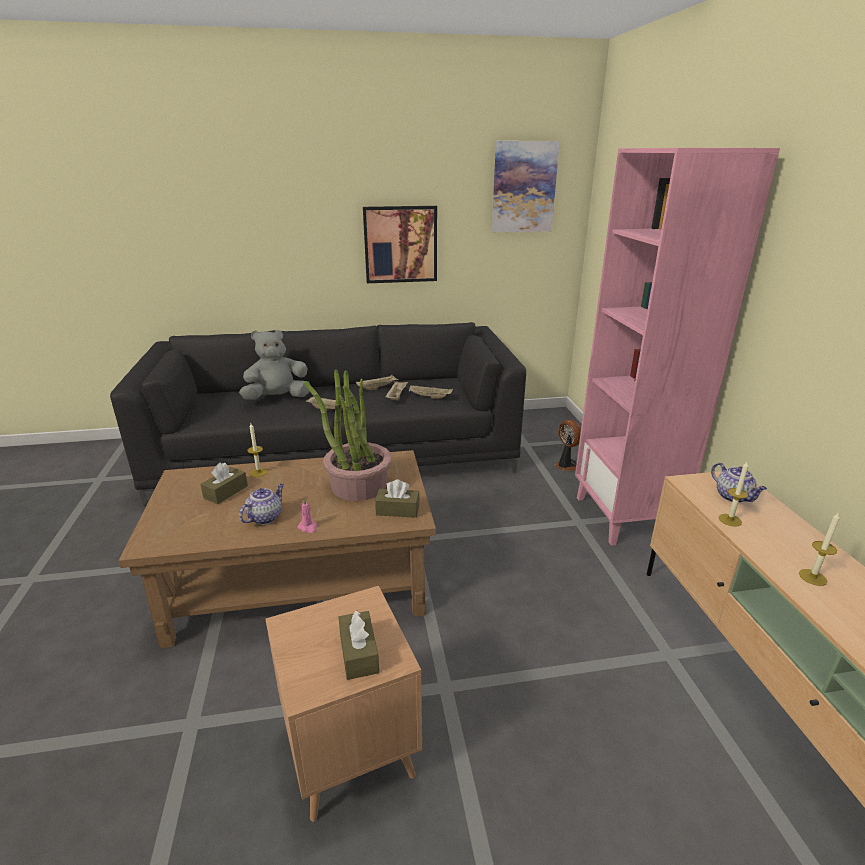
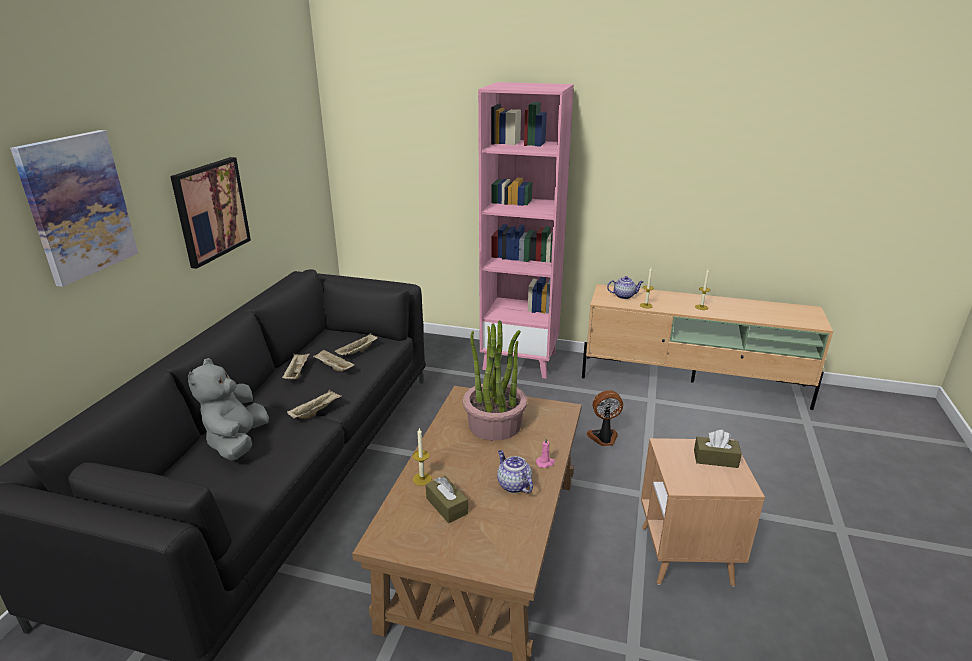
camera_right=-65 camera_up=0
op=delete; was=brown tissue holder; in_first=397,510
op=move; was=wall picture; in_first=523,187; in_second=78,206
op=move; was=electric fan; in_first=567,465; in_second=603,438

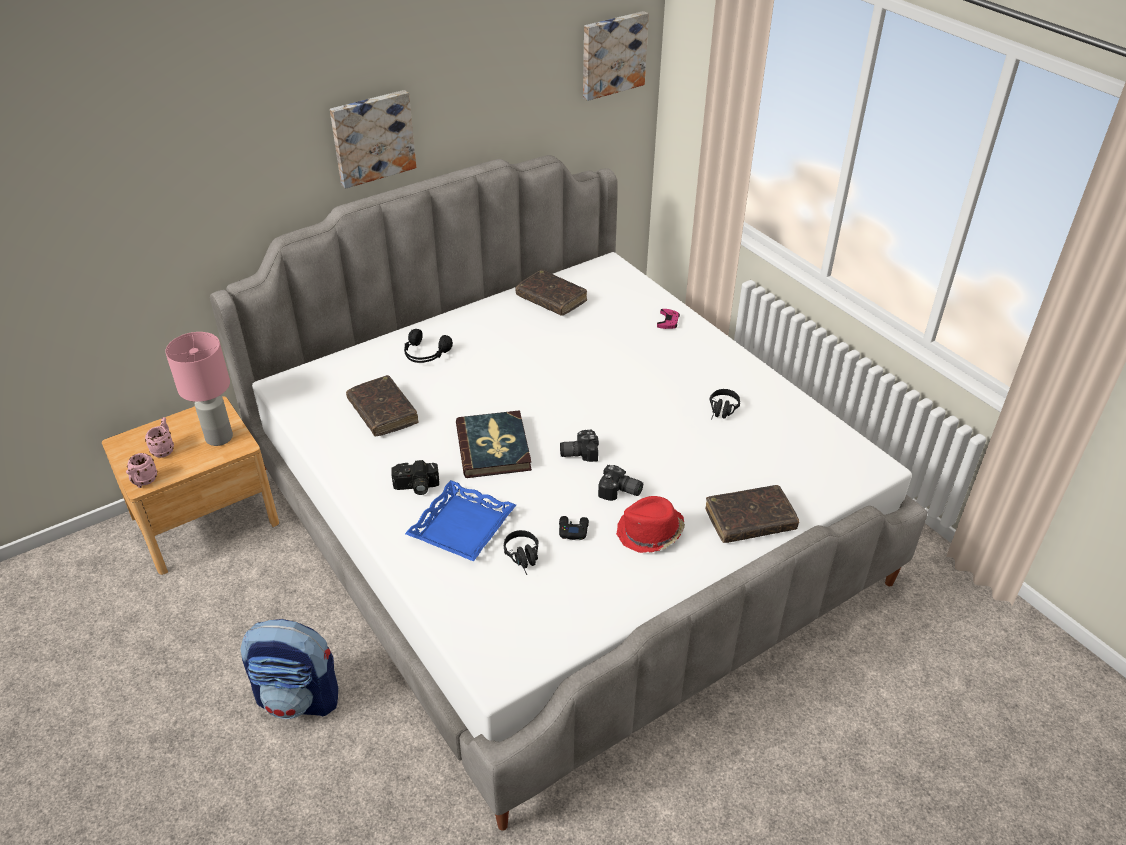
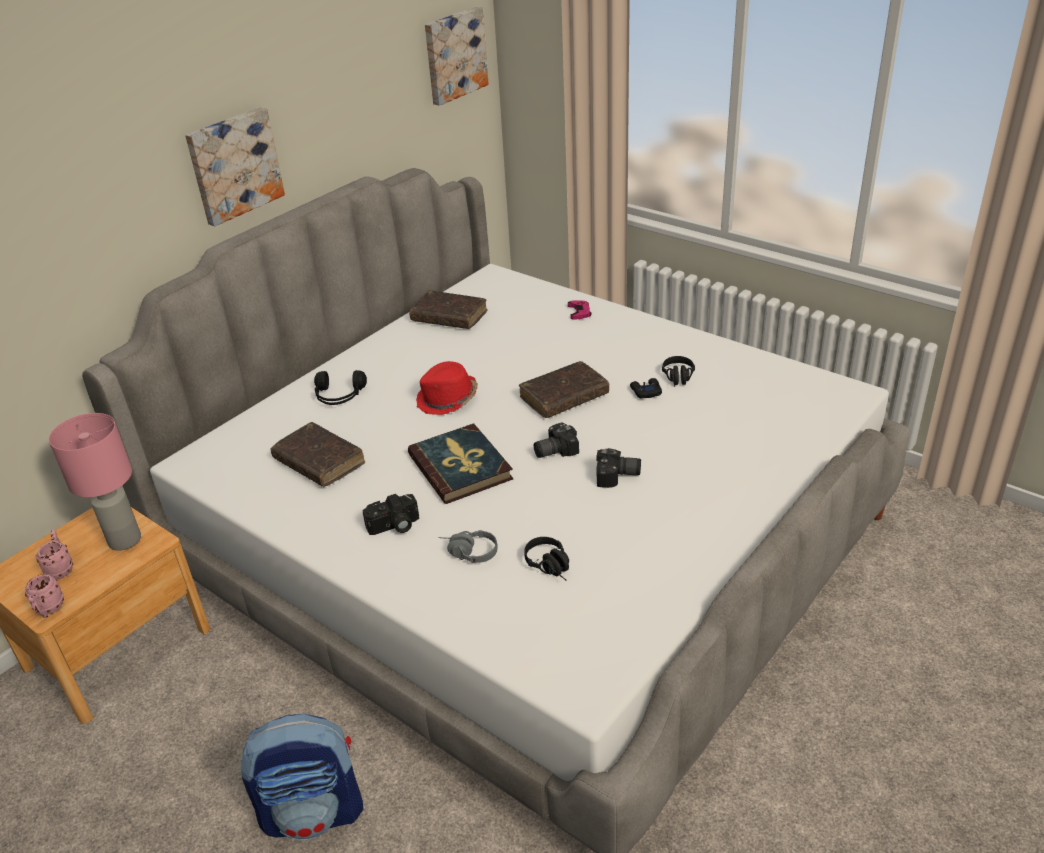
camera_right=-15 camera_up=-5
op=move; was=blackish joypad; in_first=573,530; in_second=645,391
op=move; was=reddish wearable hat; in_first=650,533; in_second=447,400
op=move; was=brown book; in_first=750,521; in_second=564,397
op=replace; was=blue-coloured carrying tray; now=gray pair of headphones; in_first=462,527; in_second=467,553

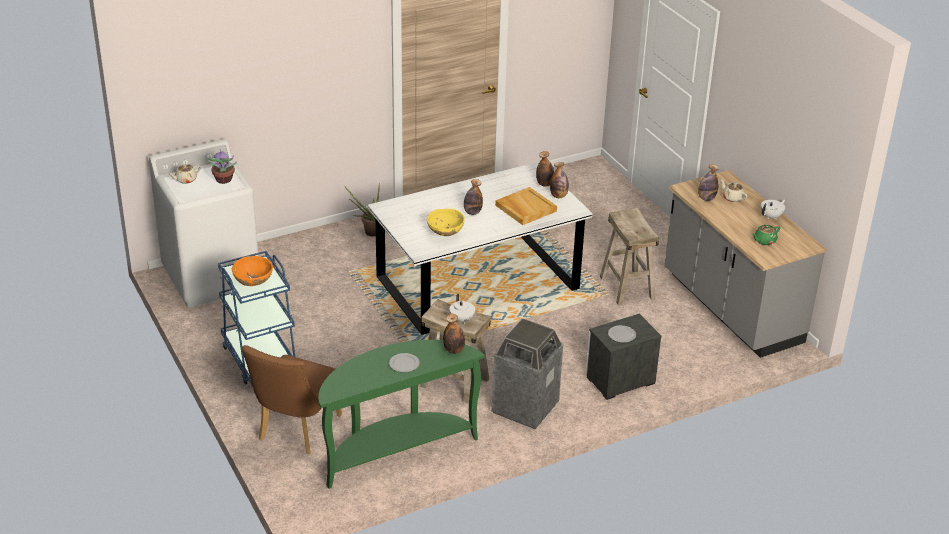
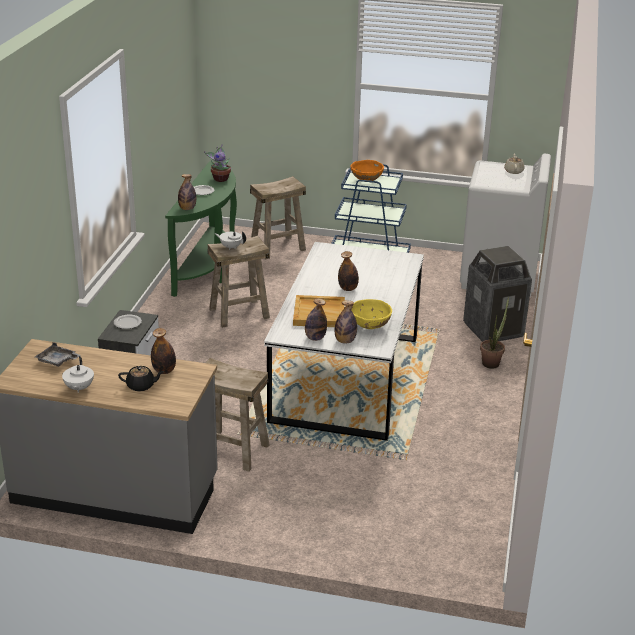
camera_right=130 camera_up=-5
op=move; was=potted plant; in_first=223,180; in_second=220,179
op=move; was=yellowish bowl; in_first=445,233; in_second=370,326
op=move; was=trash can; in_first=524,407; in_second=493,329
op=replace; was=brown upright chair; now=beige stool seat; in_first=296,431; in_second=277,247
op=replace; was=green teapot; now=gray carrying tray; in_first=764,241; in_second=57,361
op=recolor; was=beige teapot; now=blackish teapot; in_first=732,198; in_second=141,386

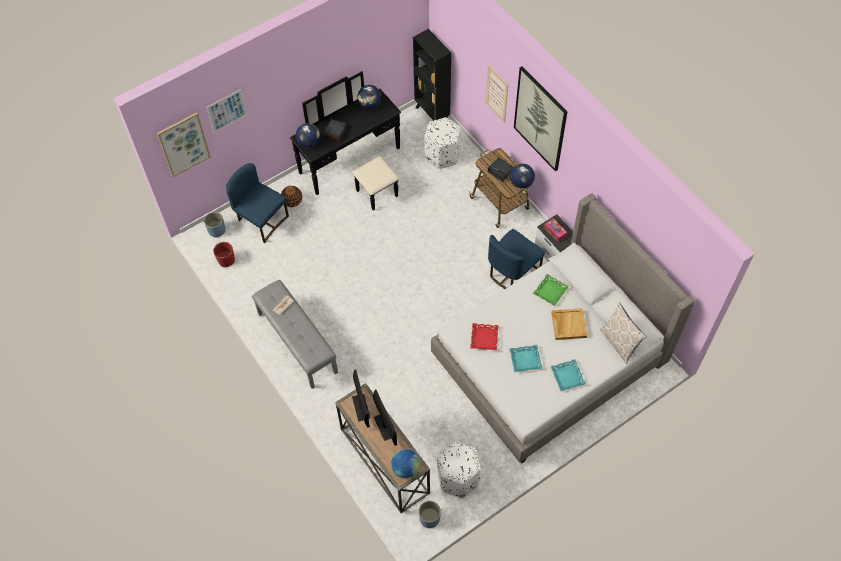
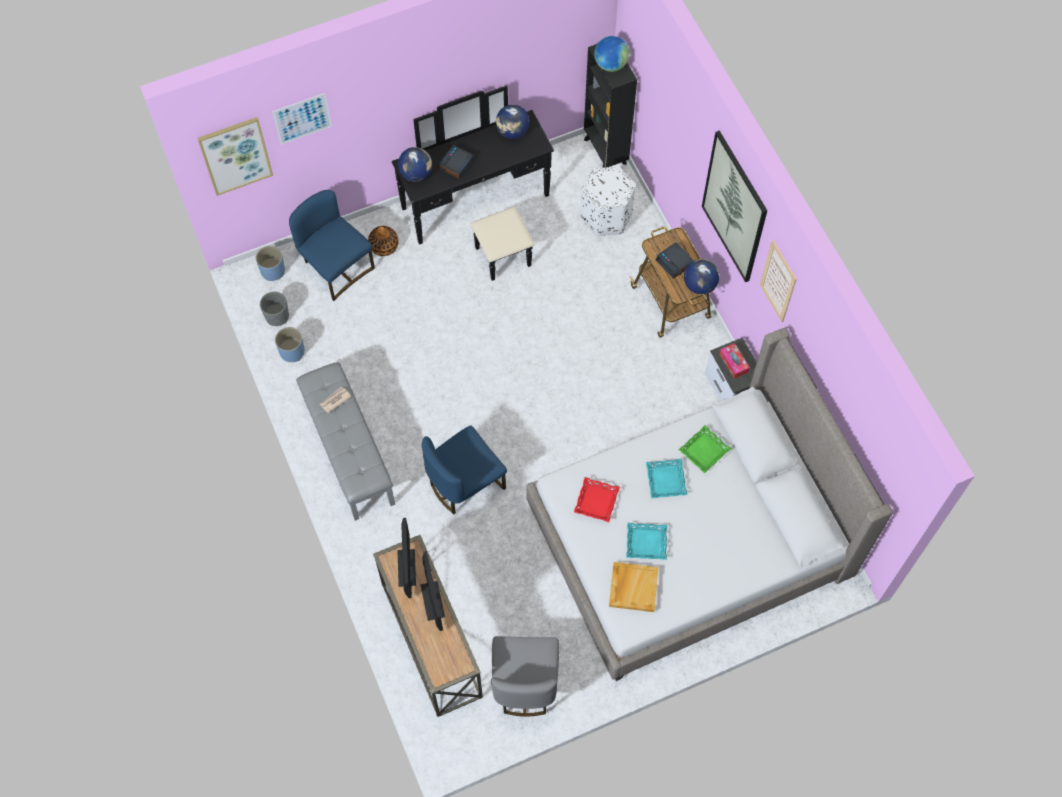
camera_right=10 camera_up=5
op=delete; was=cushion; in_first=619,343
op=move; was=world globe; in_first=405,468; in_second=610,64
op=move; was=blue-coloured flower pot; in_first=429,518; in_second=292,352
op=move; was=wall picture; in_first=497,93; in_second=778,281
op=move; was=blue-coloured upright chair; in_first=512,271; in_second=465,483
op=move; was=turquoise-coloured carrying tray; in_first=567,376; in_second=665,480
op=move; was=beige carrying tray; in_first=568,324; in_second=633,587
op=replace; was=white-coloured ottoman; now=gray upright chair; in_first=457,478; in_second=524,684
op=recolor; was=reddish flower pot; now=gray flower pot; in_first=226,260; in_second=277,316

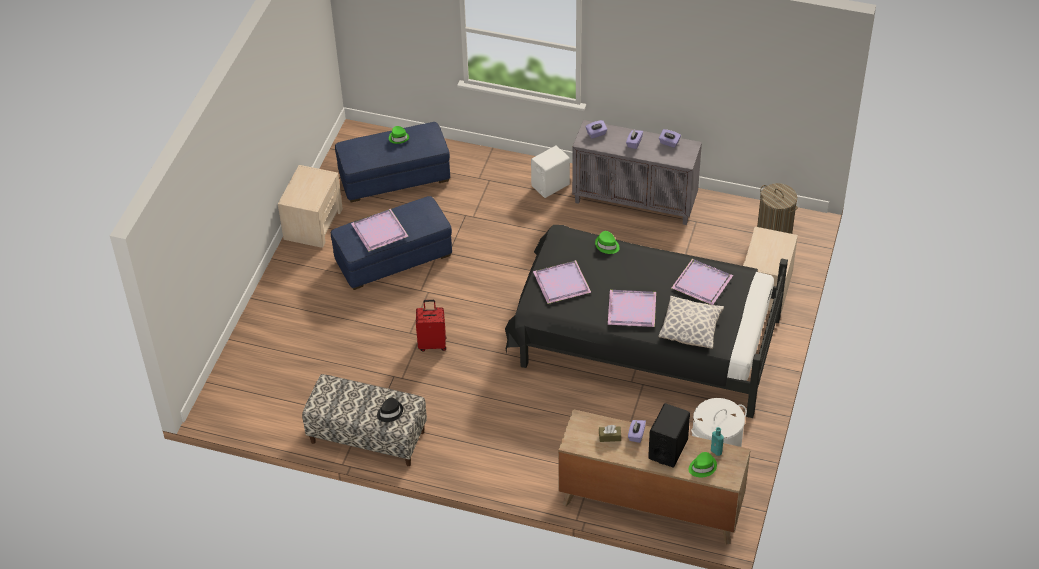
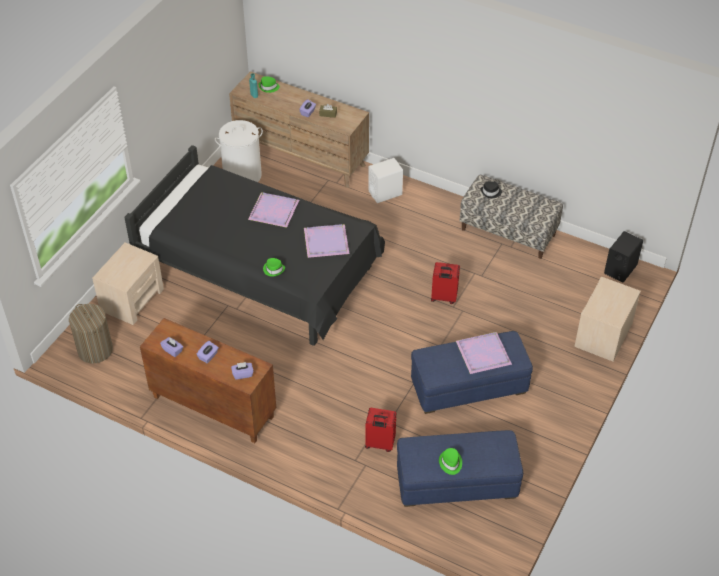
camera_right=-170 camera_up=0
op=delete; was=cushion; in_first=690,329
op=delete; was=purple carrying tray; in_first=701,282
op=insert; now=reddish suitcase; in_second=379,444
op=move; was=beige nightstand; in_first=313,223; in_second=603,335
op=move; was=white-coloured loudspeaker; in_first=550,185; in_second=385,193
op=move; was=blackish loudspeaker; in_first=668,449; in_second=620,269
op=recolor; was=gray cabinet; now=brown cabinet; in_first=635,201; in_second=212,407

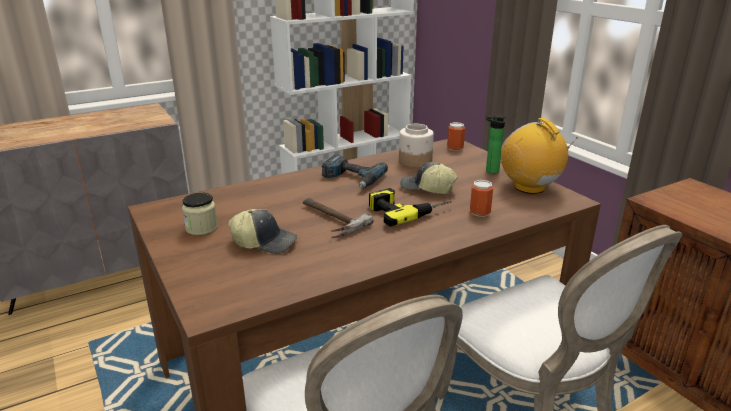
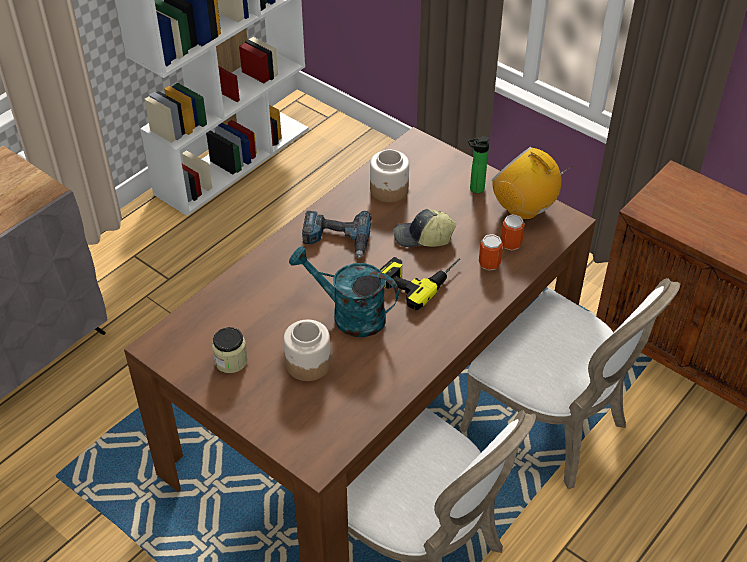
camera_right=-20 camera_up=20
op=move; was=sealed can; in_first=455,148; in_second=511,244
op=replace; was=cap; now=preserve jar; in_first=265,242; in_second=308,363
op=replace; was=hammer; now=turquoise-coloured watering pot; in_first=327,220; in_second=349,315

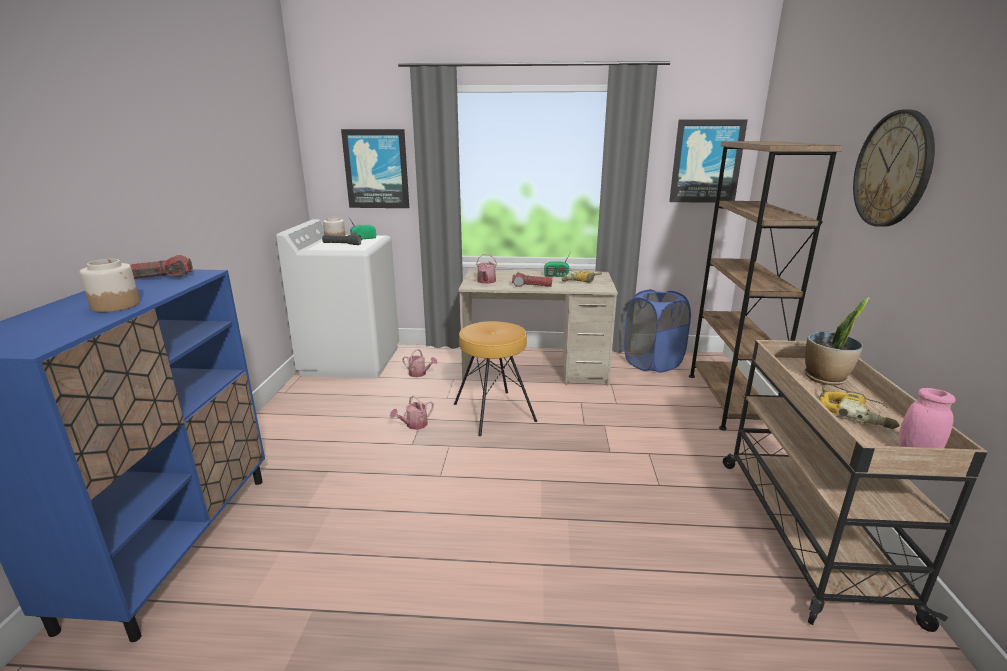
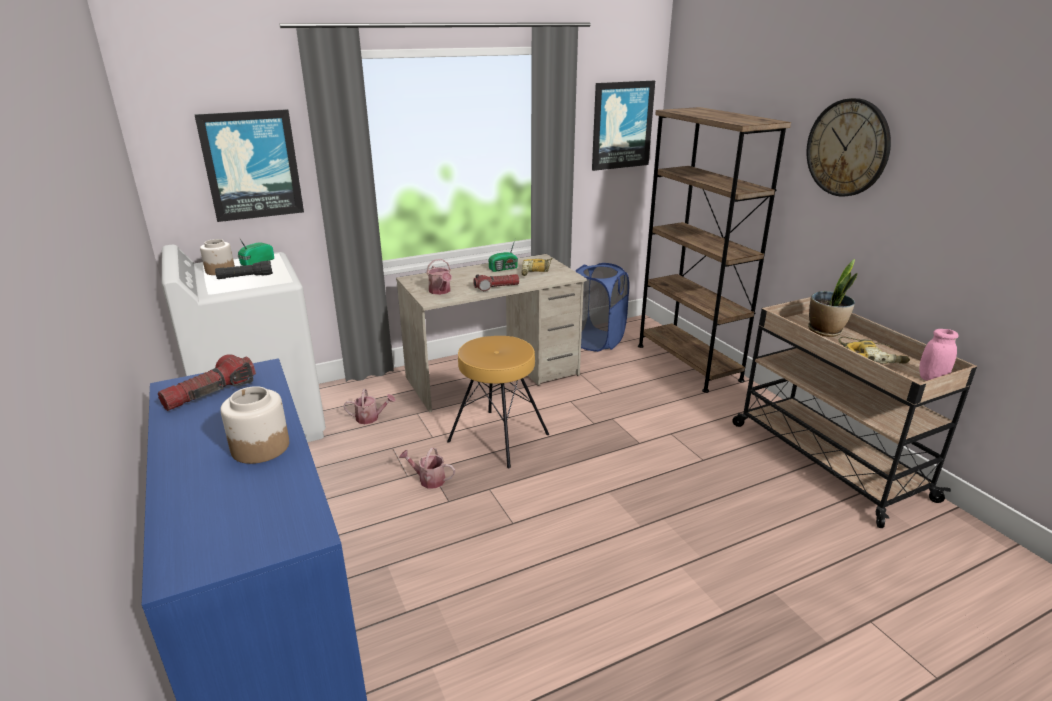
camera_right=-30 camera_up=5
op=rotate; was=watering pot; in_first=414,425; in_second=428,479; clockwise=90

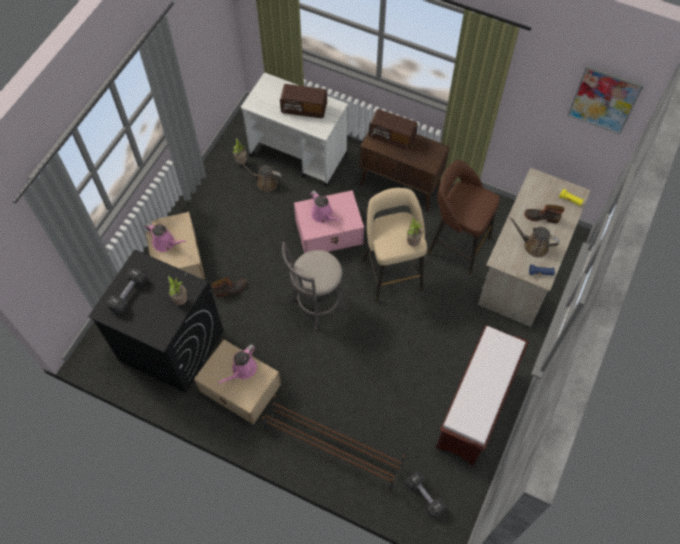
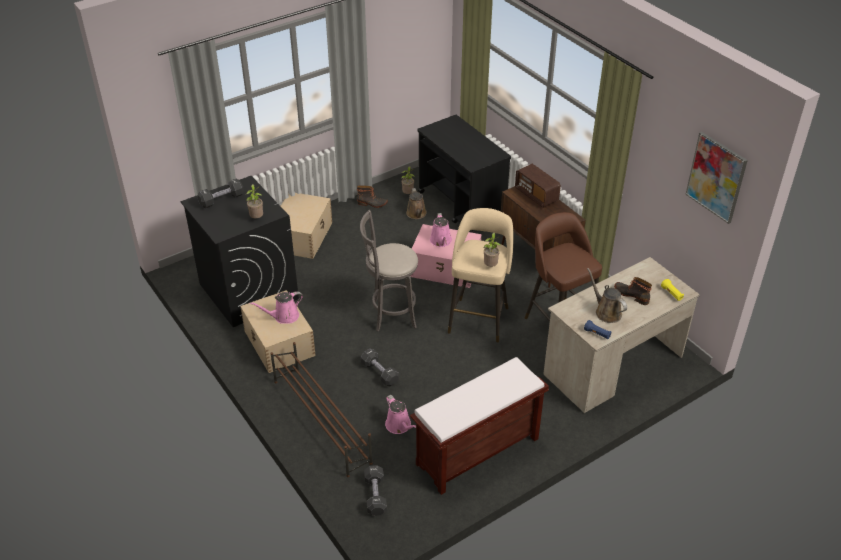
camera_right=30 camera_up=-20
op=delete; was=radio; in_first=304,109
op=insert; now=blackish dumbbell; in_second=380,373
op=move; was=pink-coloured watering pot; in_first=165,243; in_second=399,426
op=move; was=boot; in_first=230,289; in_second=372,203
op=recolor; was=white-coloured cart; now=blackish cart; in_first=299,155; in_second=462,207
op=rotate; was=brown watering pot; in_first=265,182; in_second=417,214; clockwise=-150

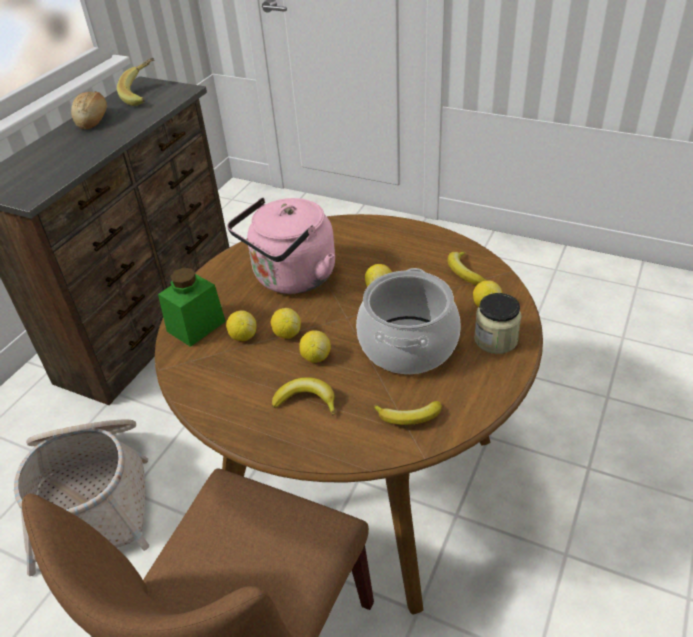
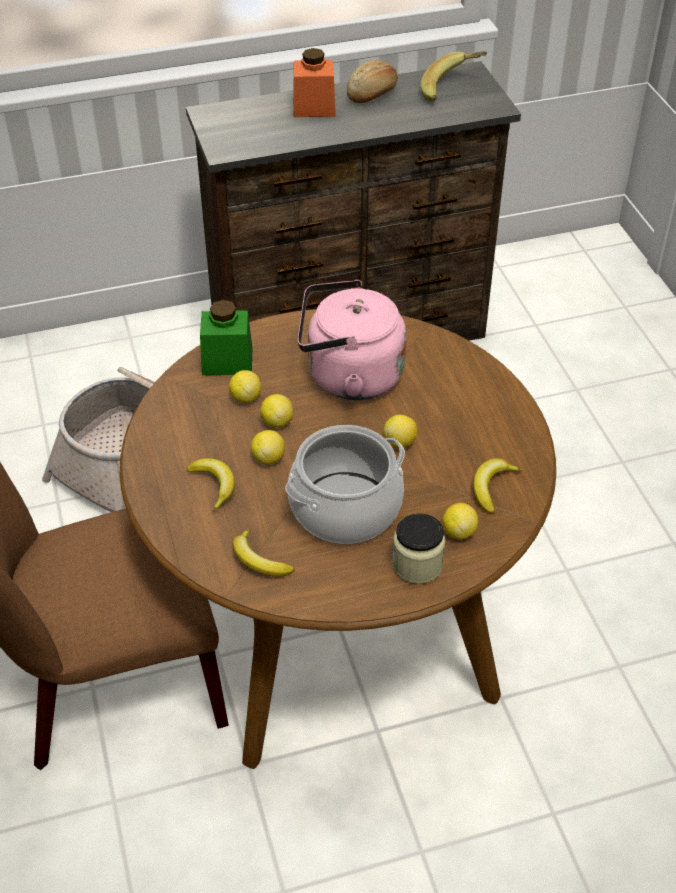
camera_right=45 camera_up=5
op=insert; now=orangey preserve jar; in_second=314,108

